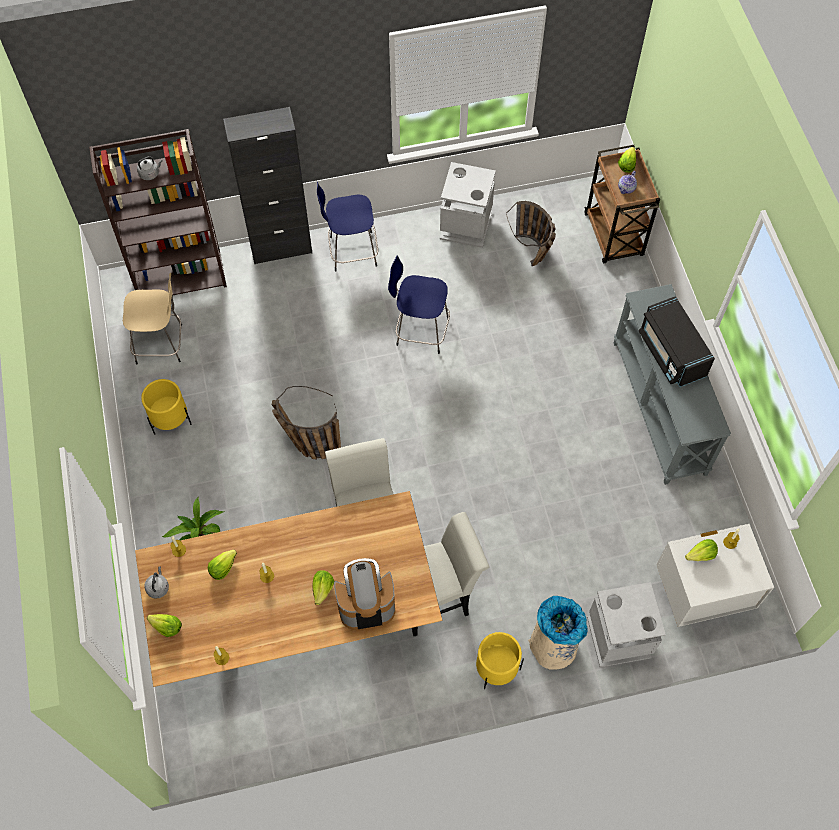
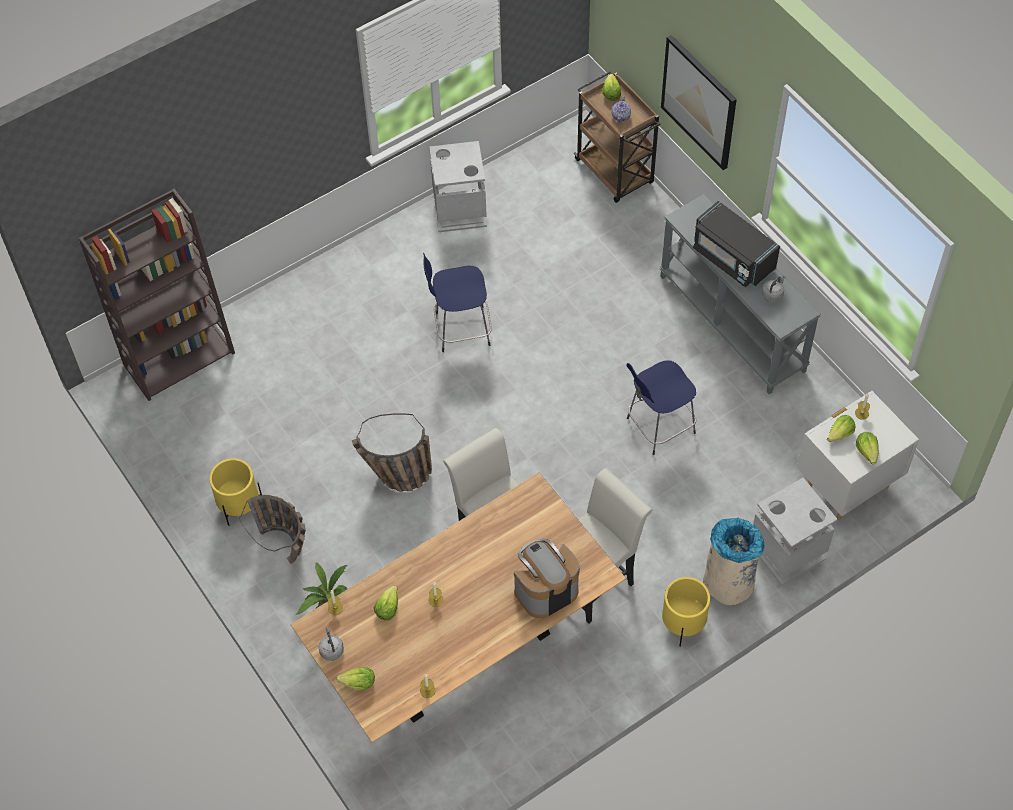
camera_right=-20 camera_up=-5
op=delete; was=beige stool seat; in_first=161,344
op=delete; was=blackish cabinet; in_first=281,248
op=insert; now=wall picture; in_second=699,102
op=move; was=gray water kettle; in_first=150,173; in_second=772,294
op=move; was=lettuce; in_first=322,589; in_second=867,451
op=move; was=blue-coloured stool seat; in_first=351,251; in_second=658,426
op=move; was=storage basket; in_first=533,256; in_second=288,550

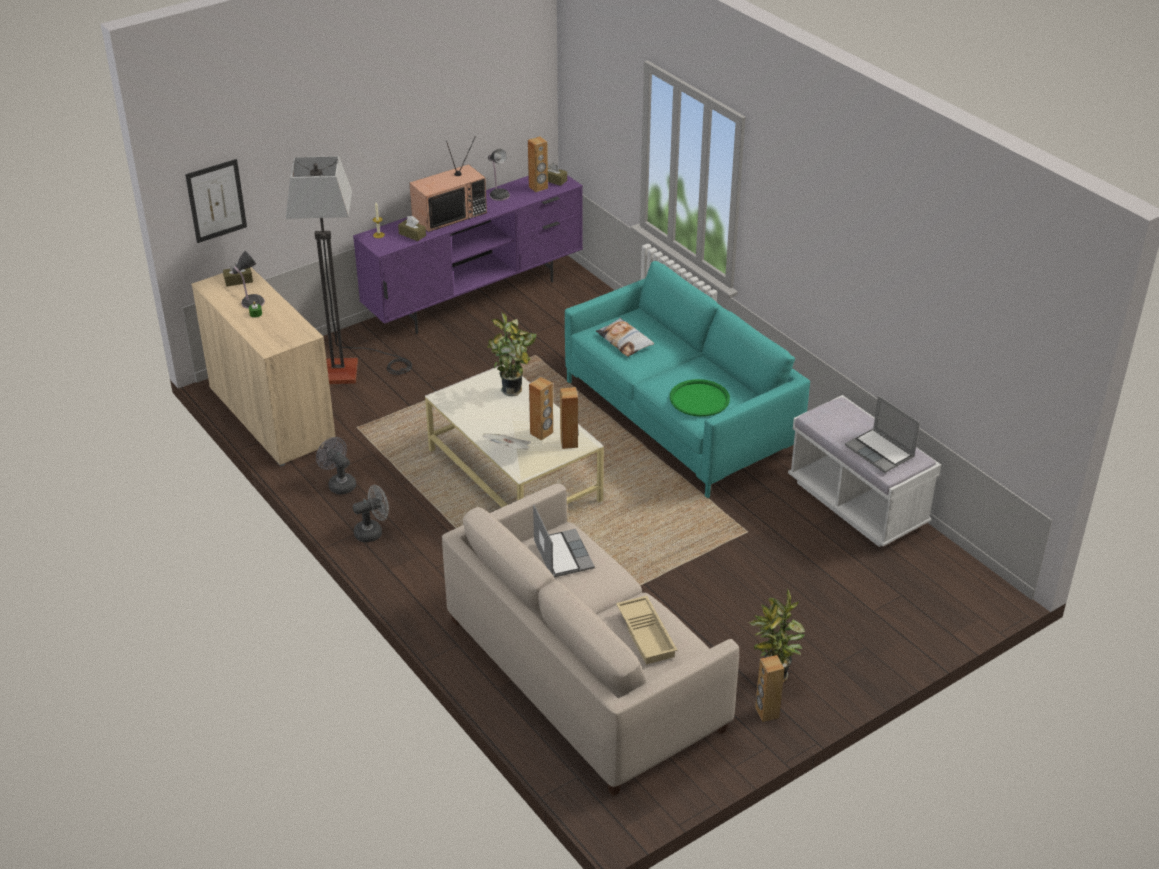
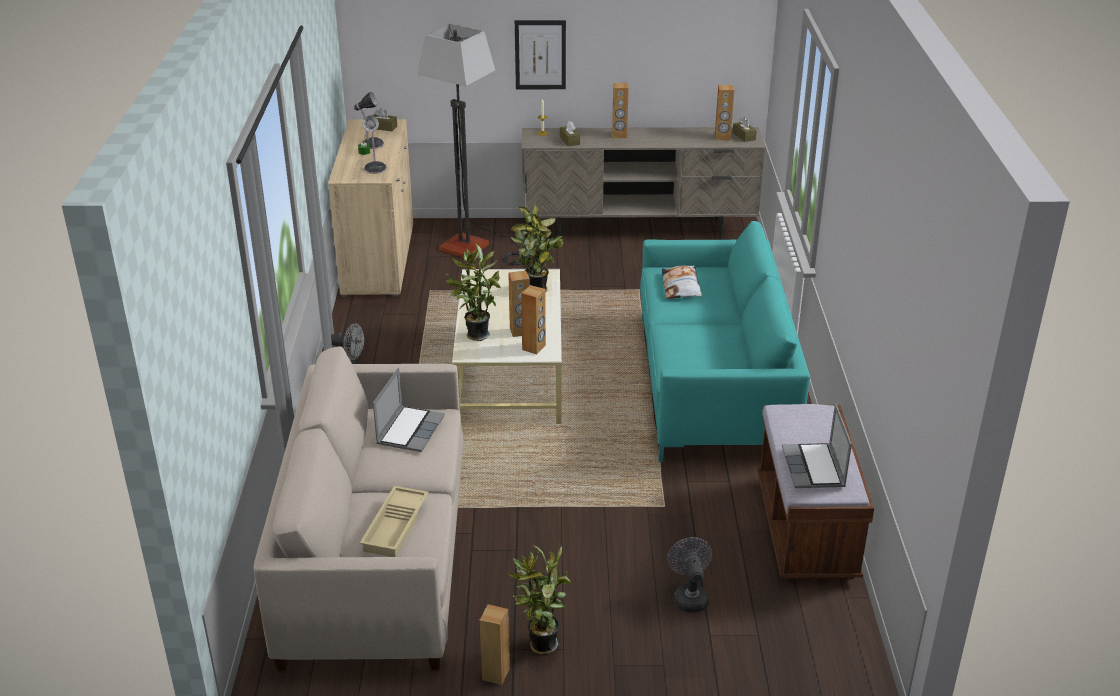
camera_right=35 camera_up=-5
op=delete; was=green carrying tray; in_first=699,399
op=move; was=wall picture; in_first=216,200; in_second=540,55
op=move; was=gray electric fan; in_first=339,484; in_second=689,596
op=move; was=table lamp; in_first=498,195; in_second=375,168
op=replace; was=TV set; now=brown loudspeaker; in_first=449,214; in_second=619,135
op=replace; was=printed paper; now=potted plant; in_first=509,451; in_second=475,335
op=recolor; was=purple tv unit; now=beige tv unit; in_first=475,297; in_second=639,230
op=recolor; was=white-coloured indoor bench; now=brown indoor bench; in_first=857,503; in_second=806,530

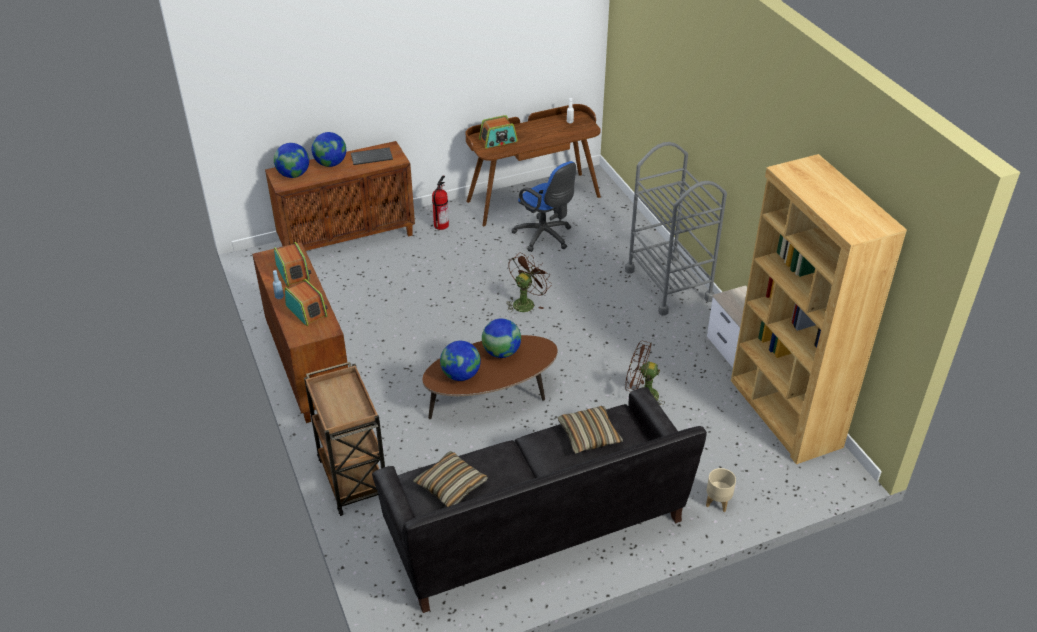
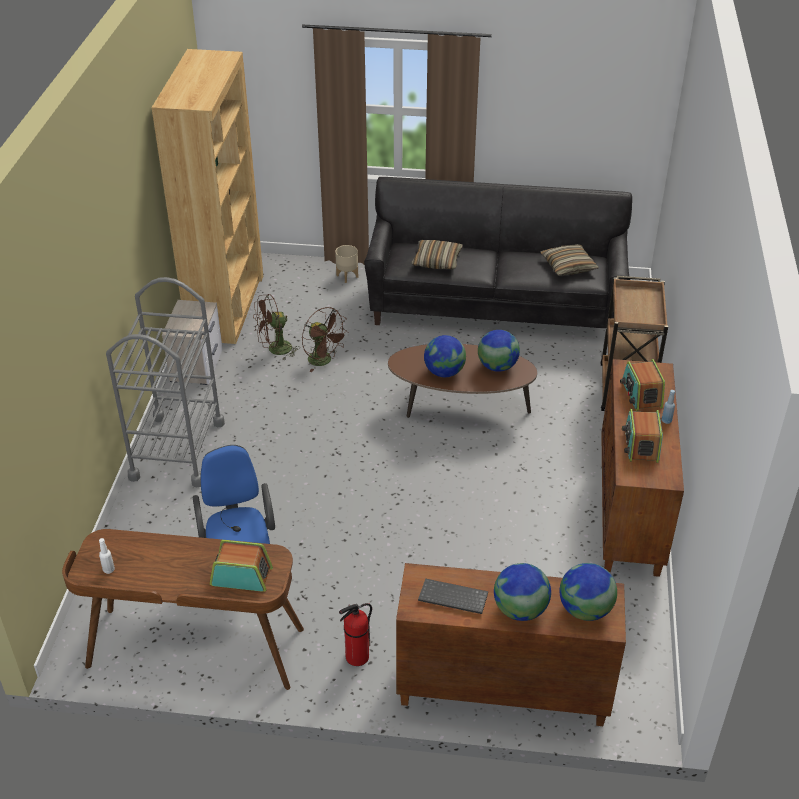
camera_right=-150 camera_up=0
op=move; was=brown electric fan; in_first=526,302; in_second=275,350

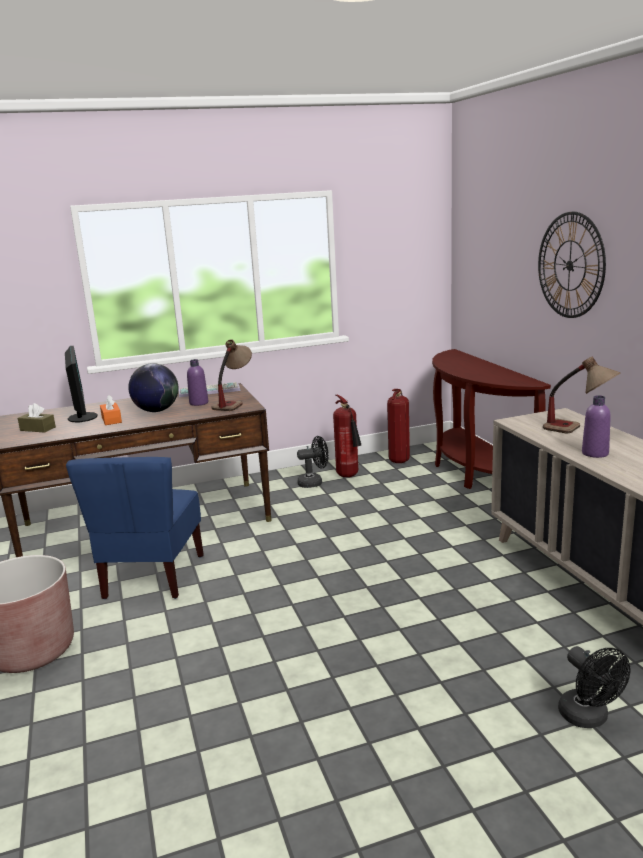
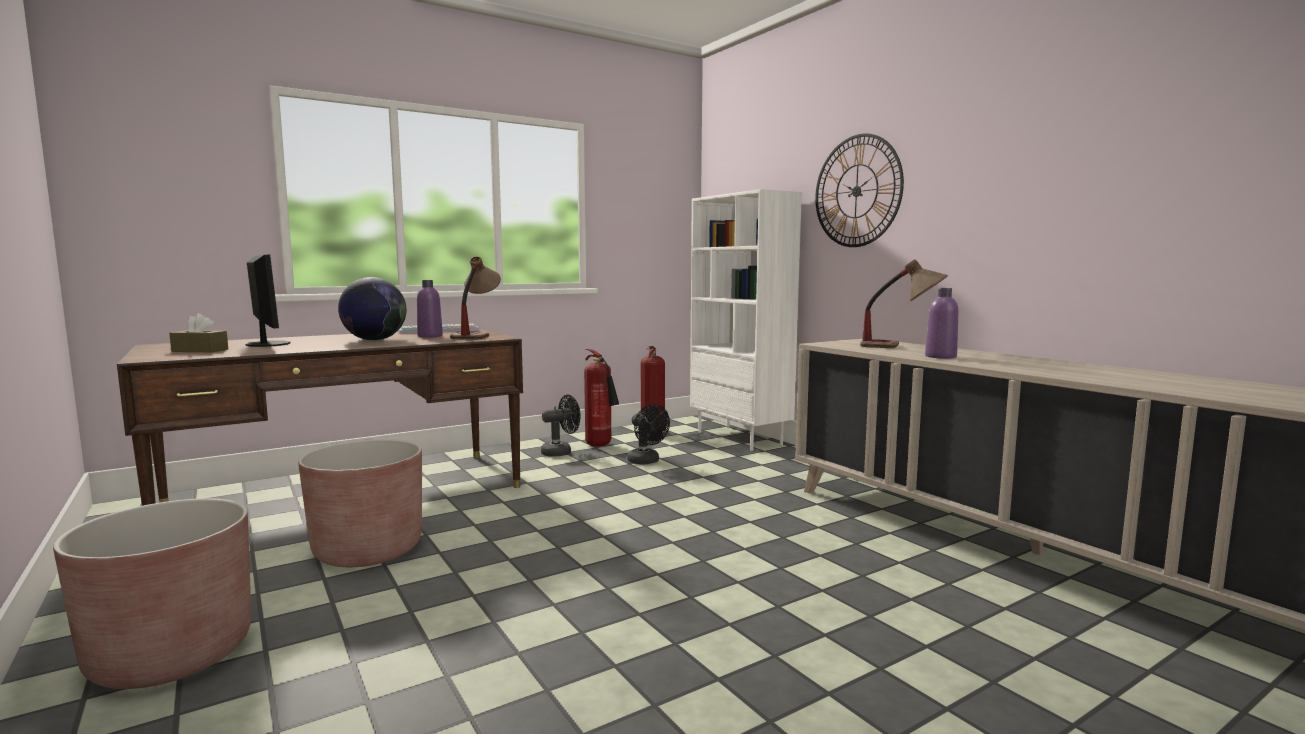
camera_right=-15 camera_up=-10
op=delete; was=orangey tissue holder; in_first=111,420
op=move; was=blackish electric fan; in_first=589,718; in_second=646,462
op=replace; was=blue-coloured upright chair; now=brown flower pot; in_first=152,577; in_second=368,550
op=replace; was=brown narrow table; now=white-coloured bookcase; in_first=474,471; in_second=740,438

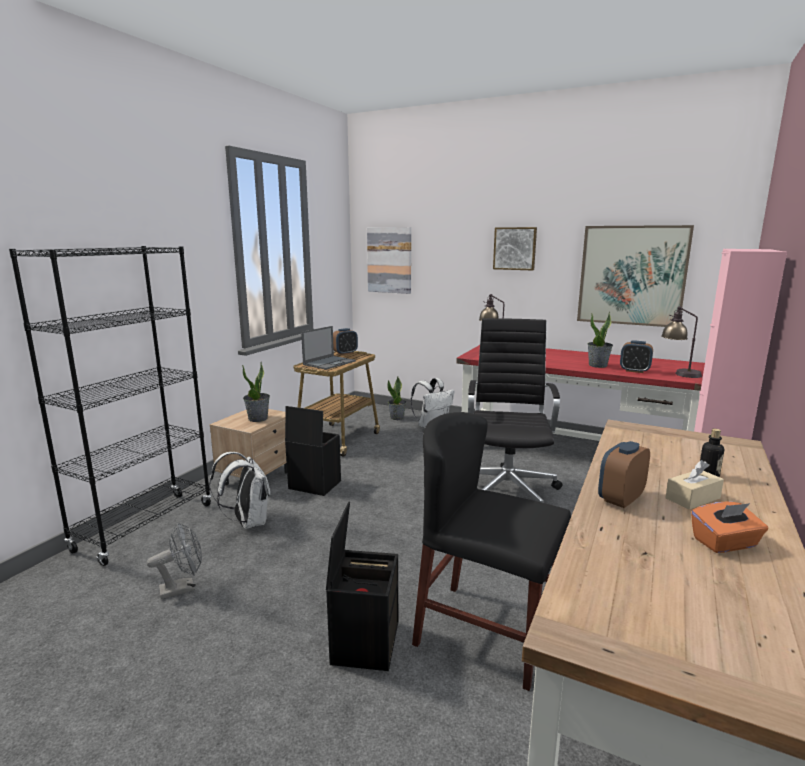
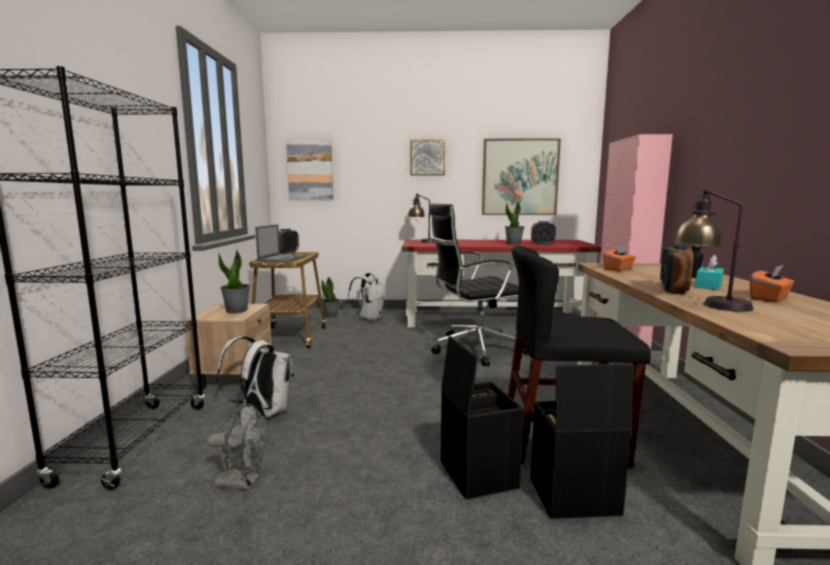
camera_right=-25 camera_up=-5
op=insert; now=orangey tissue holder; in_second=618,269
op=move; was=blackish storage bin; in_first=313,485; in_second=572,497
op=move; was=table lamp; in_first=678,373; in_second=708,305
op=recolor; was=beige tissue holder; now=turquoise-coloured tissue holder; in_first=692,498; in_second=708,285
op=rotate; was=gray electric fan; in_first=183,588; in_second=243,482; clockwise=60
op=rotate; was=blackish desk chair; in_first=507,490; in_second=475,349; clockwise=-90

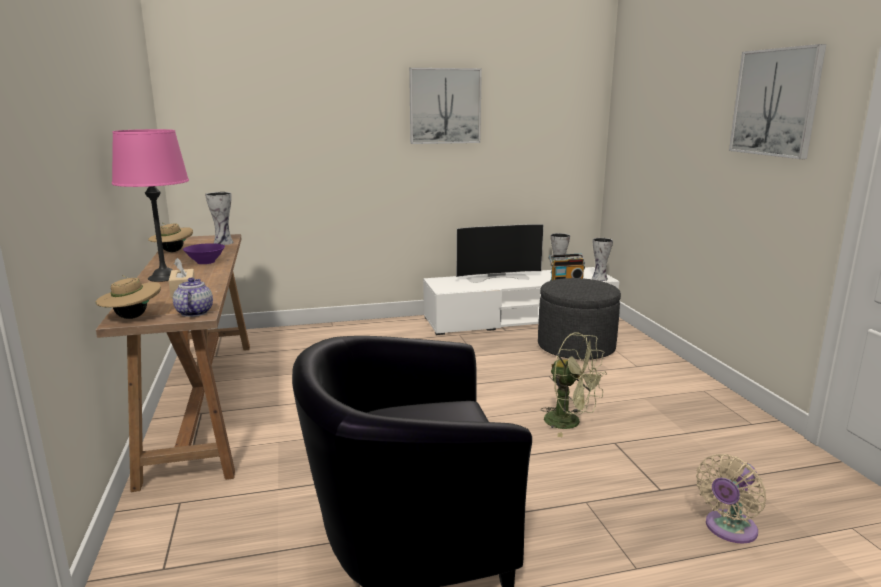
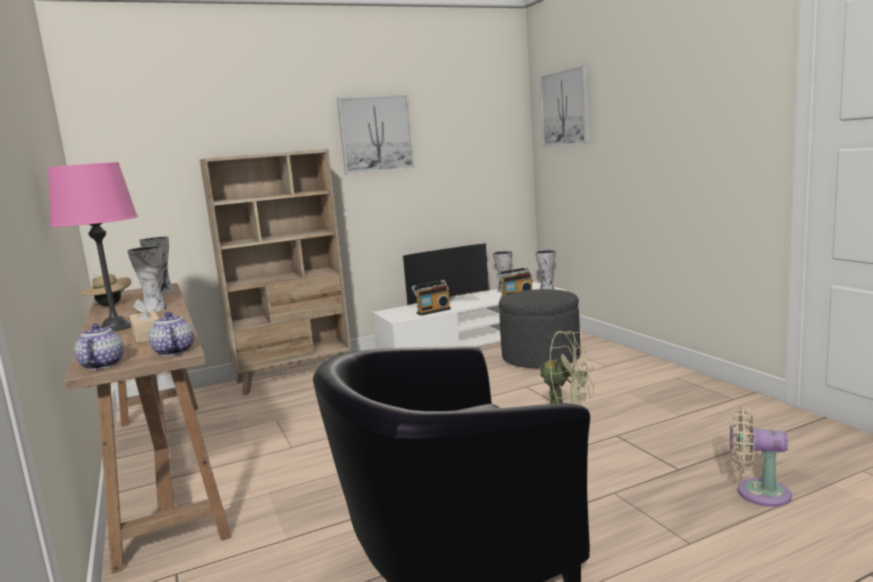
camera_right=-10 camera_up=-5
op=insert; now=beige bookcase; in_second=295,376
op=insert; now=radio; in_second=433,311
op=move; was=wall picture; in_first=776,102; in_second=566,108
op=replace; was=beige wearable hat; now=teapot; in_first=132,317; in_second=102,365
op=replace; was=purple bowl; now=decorative vase; in_first=205,262; in_second=155,309
op=rotate; was=beige electric fan; in_first=728,529; in_second=757,492; clockwise=75

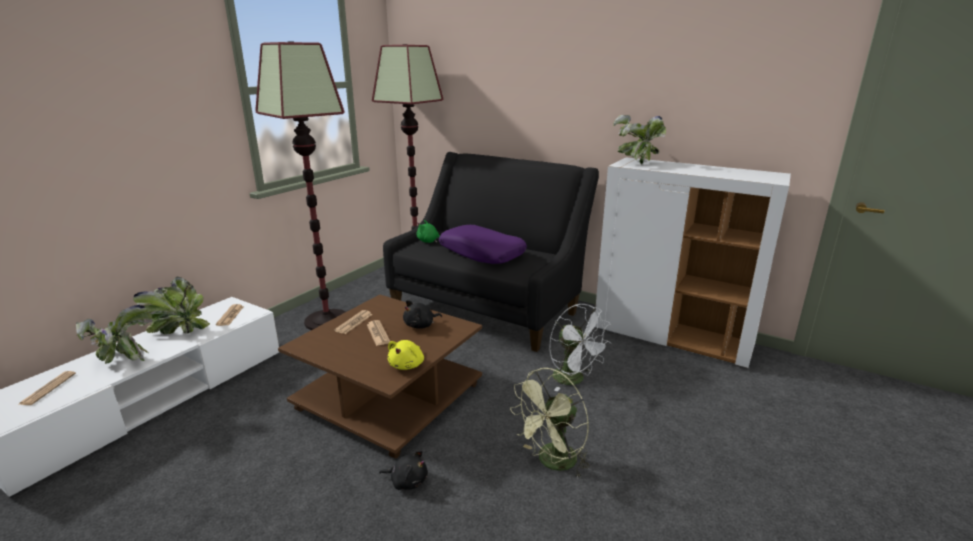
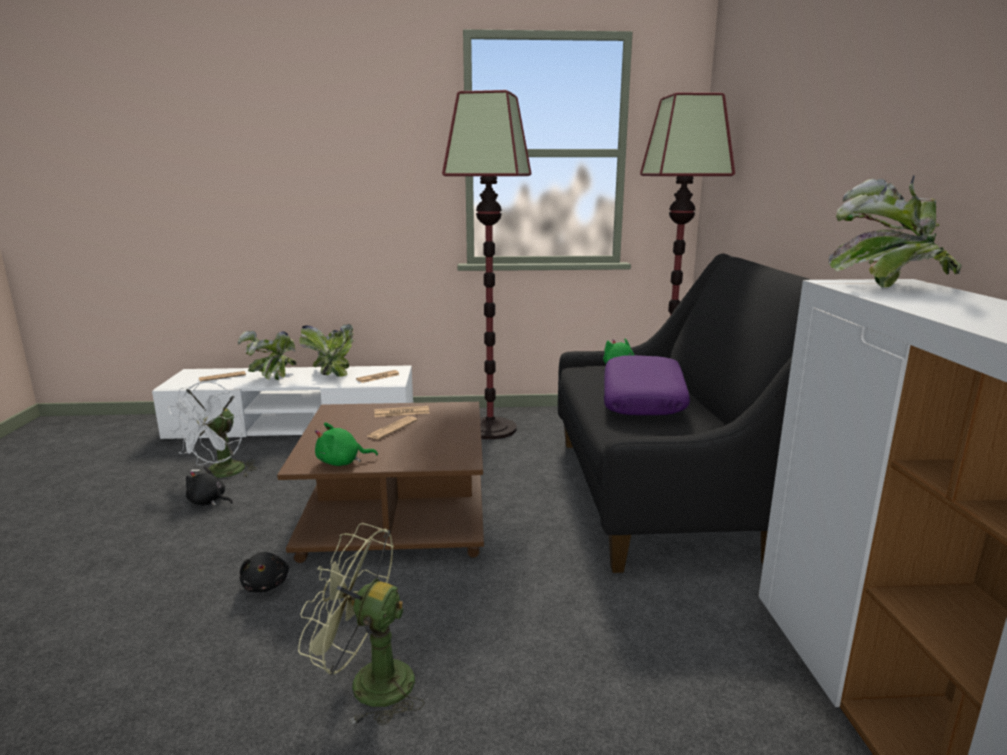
camera_right=55 camera_up=-5
op=move; was=blackish plush toy; in_first=421,325; in_second=208,502
op=move; was=white-coloured electric fan; in_first=574,380; in_second=220,474
op=recolor; was=yellowish plush toy; now=green plush toy; in_first=407,365; in_second=342,462

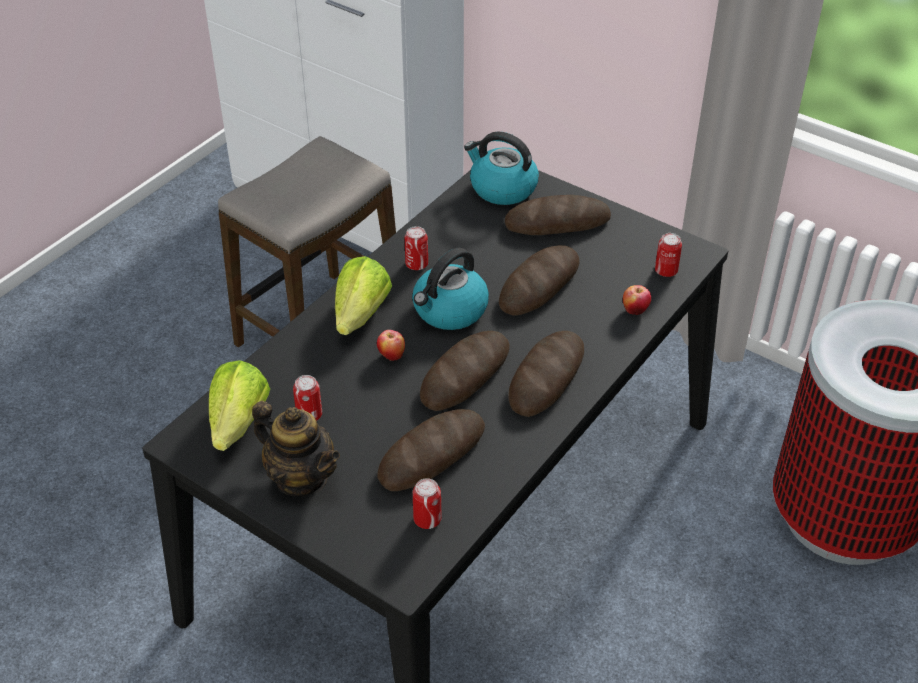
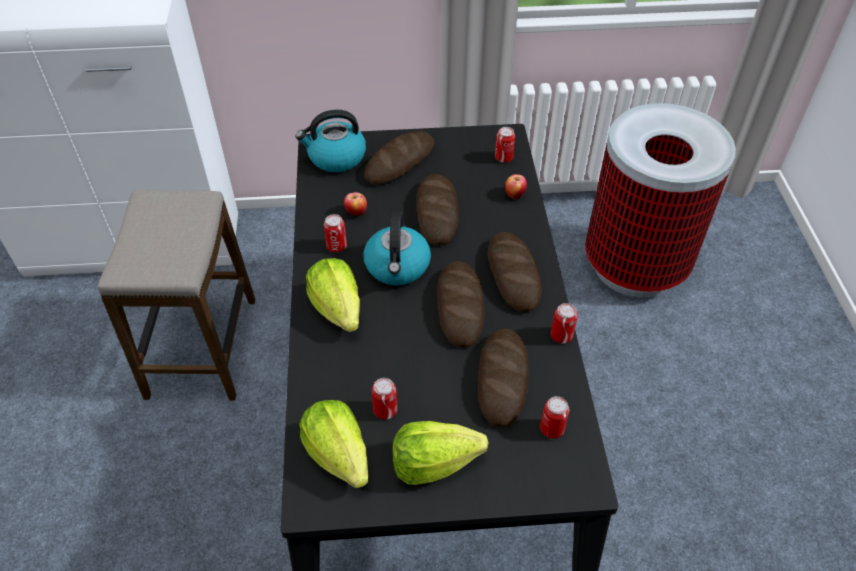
camera_right=-40 camera_up=5
op=insert; now=sealed can; in_second=561,336
op=move; was=whole apple; in_first=391,356; in_second=356,213
op=replace; was=teapot; now=lettuce; in_first=301,478; in_second=433,463

